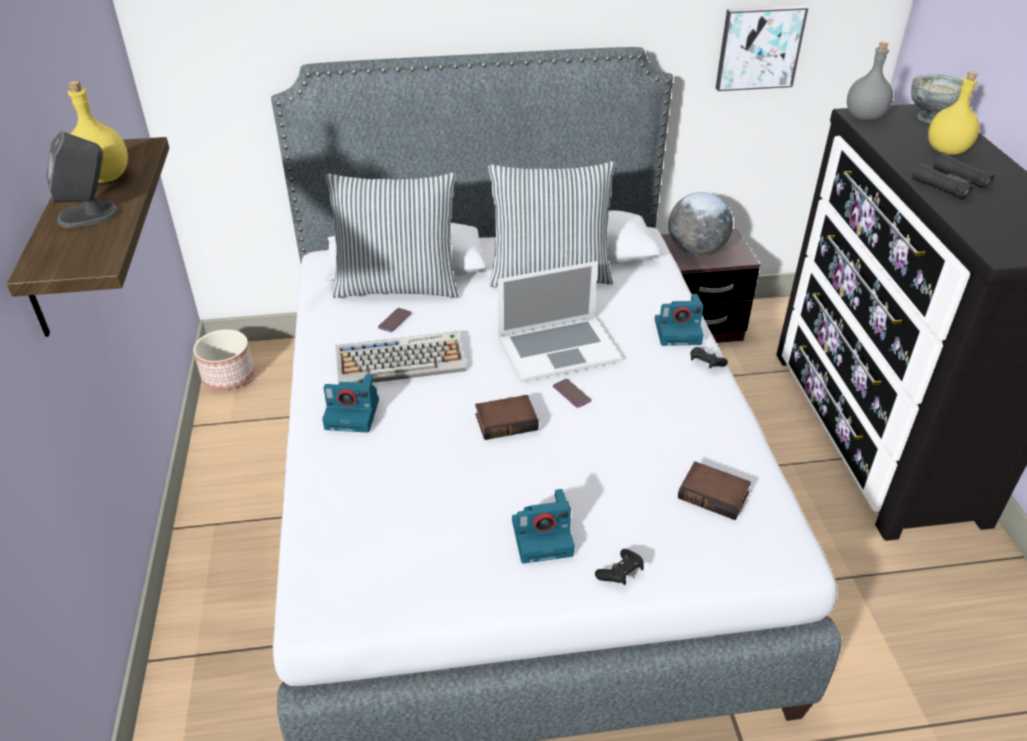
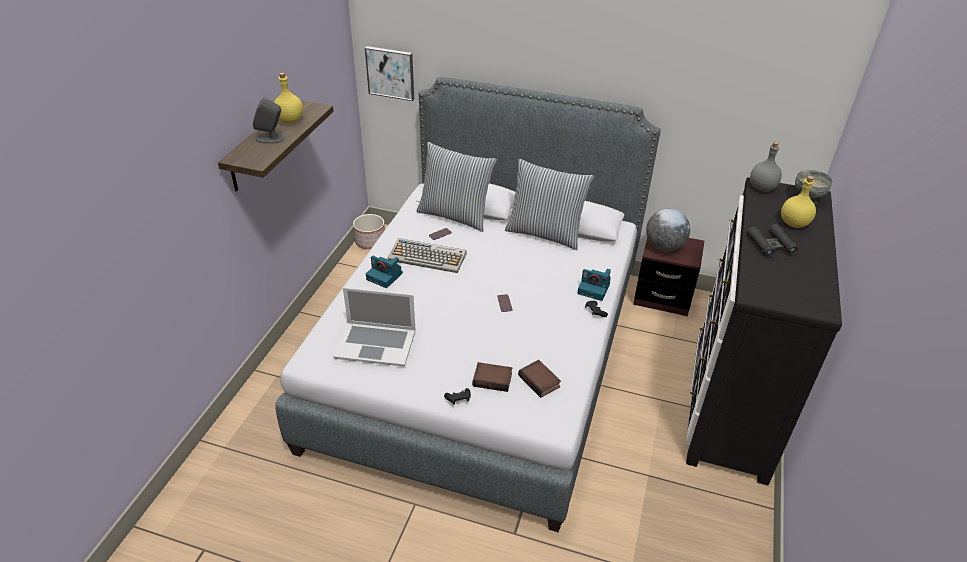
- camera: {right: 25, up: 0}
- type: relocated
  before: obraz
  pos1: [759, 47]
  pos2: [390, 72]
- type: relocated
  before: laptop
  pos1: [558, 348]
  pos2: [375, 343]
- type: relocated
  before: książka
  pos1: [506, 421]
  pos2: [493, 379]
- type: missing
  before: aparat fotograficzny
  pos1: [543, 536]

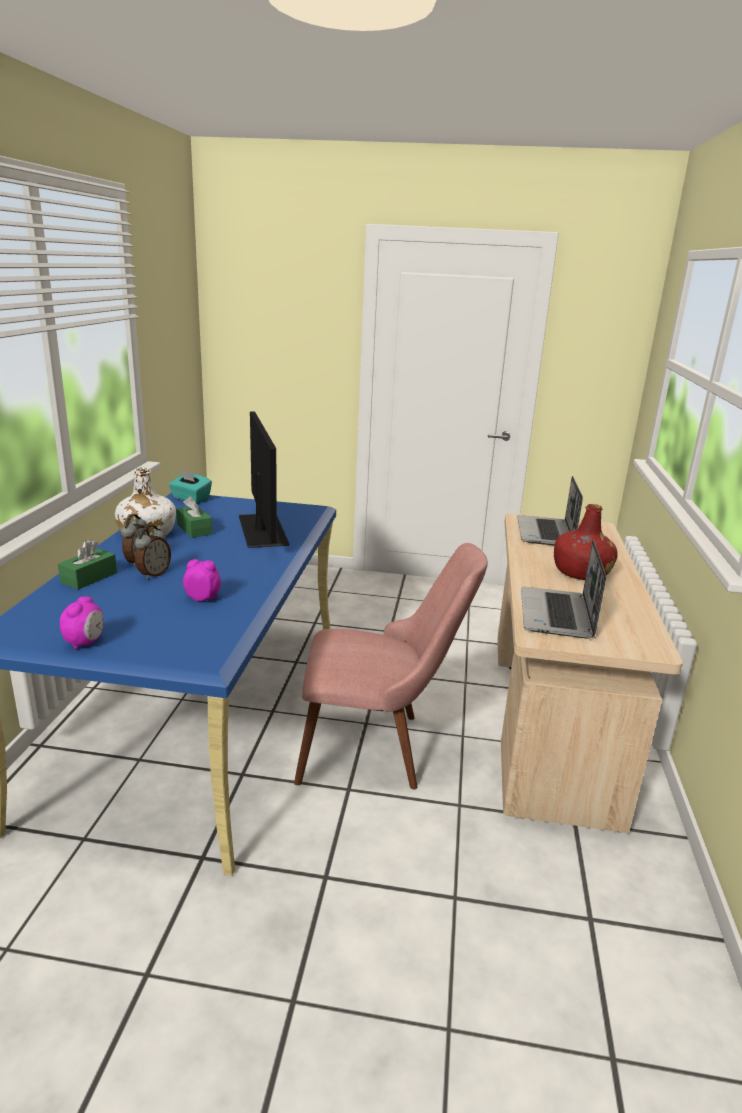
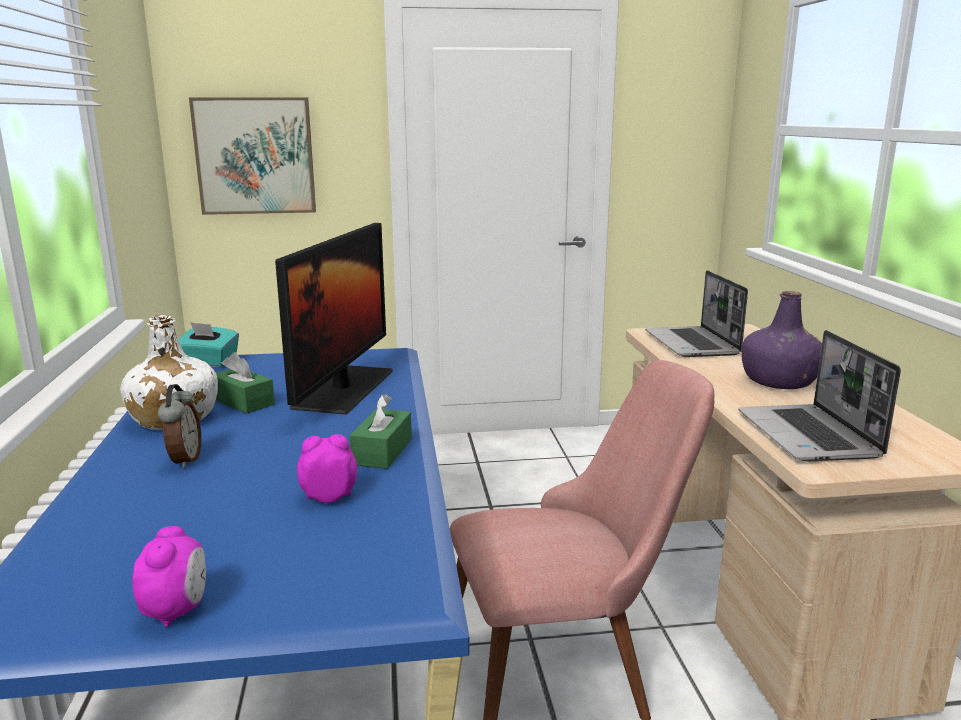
- camera: {right: -15, up: -5}
- type: spun
  before: monitor
  pos1: [263, 530]
  pos2: [344, 389]
  turn: 45
- type: colour
  before: butelka/czerwony
  after: butelka/fioletowy
  pos1: [581, 572]
  pos2: [779, 381]
- type: missing
  before: budzik
  pos1: [153, 574]
- type: relocated
  before: pudełko chusteczek/zielony
  pos1: [89, 578]
  pos2: [382, 451]
- type: appeared
  after: obraz
  pos2: [255, 156]

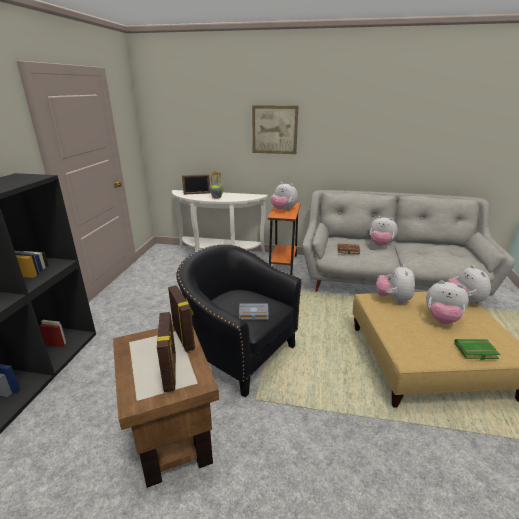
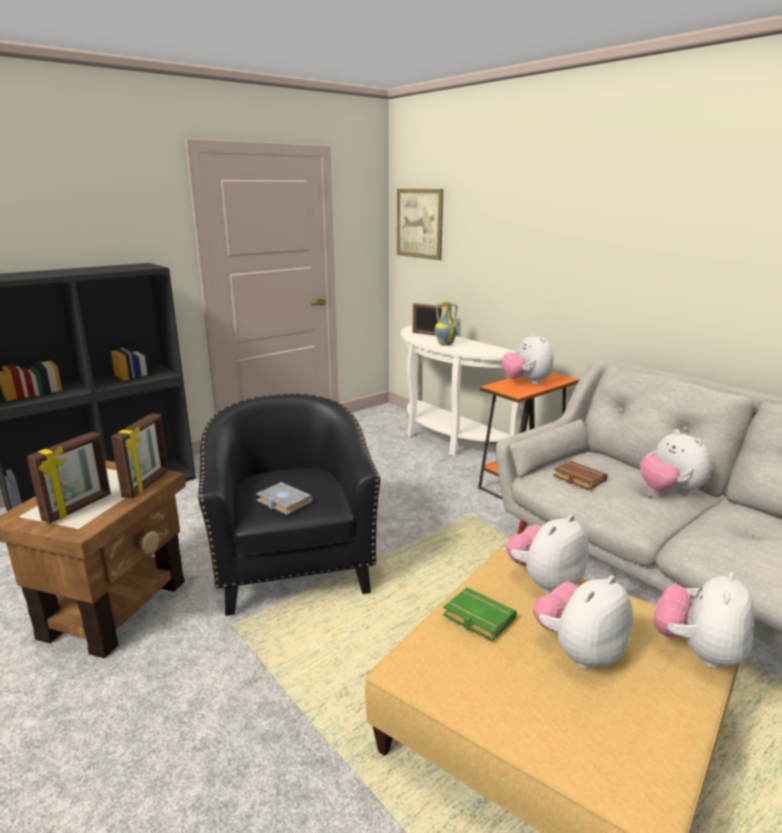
- camera: {right: 40, up: -5}
- type: relocated
  before: obraz
  pos1: [274, 130]
  pos2: [419, 223]
- type: spun
  before: pluszak
  pos1: [442, 319]
  pos2: [579, 651]
  turn: 75
- type: relocated
  before: książka/zielony
  pos1: [475, 352]
  pos2: [476, 618]

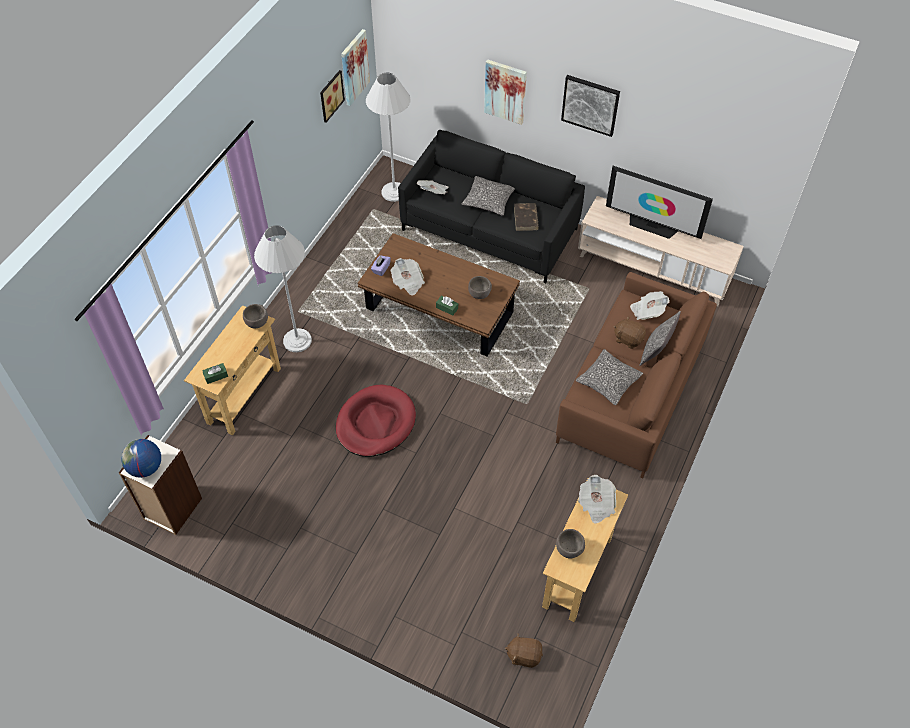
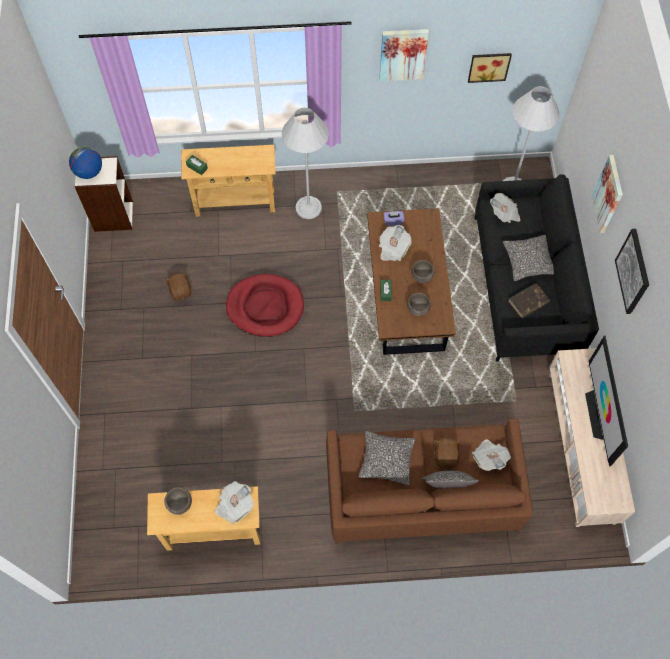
- camera: {right: 60, up: 10}
- type: relocated
  before: obraz
  pos1: [354, 67]
  pos2: [403, 54]
- type: relocated
  before: miska/brązowy
  pos1: [257, 323]
  pos2: [422, 276]
- type: relocated
  before: pluszak/brązowy
  pos1: [524, 655]
  pos2: [180, 290]

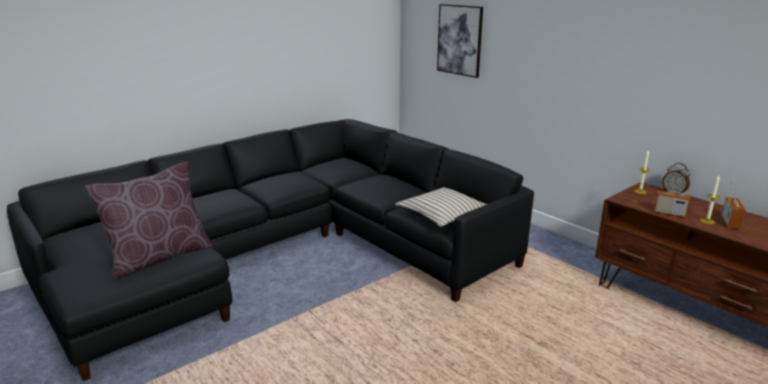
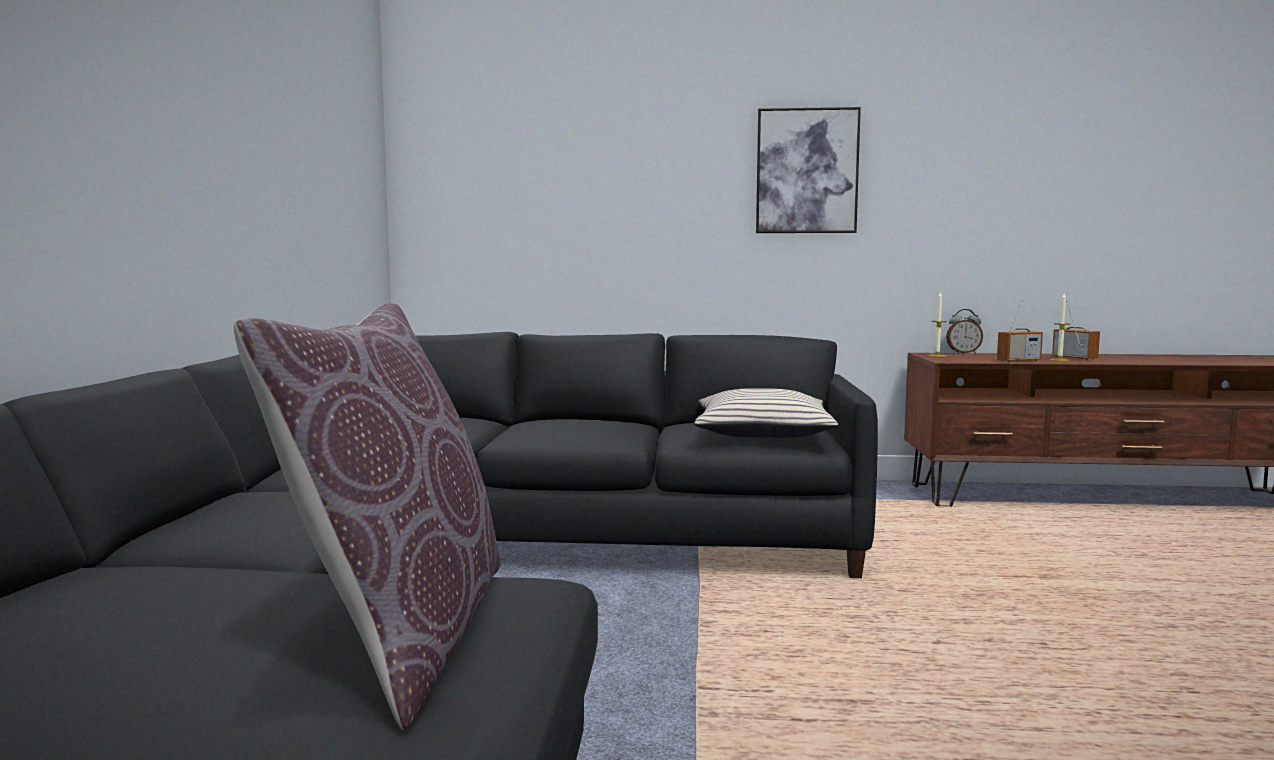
- camera: {right: -45, up: -15}
- type: relocated
  before: obraz
  pos1: [459, 40]
  pos2: [807, 171]

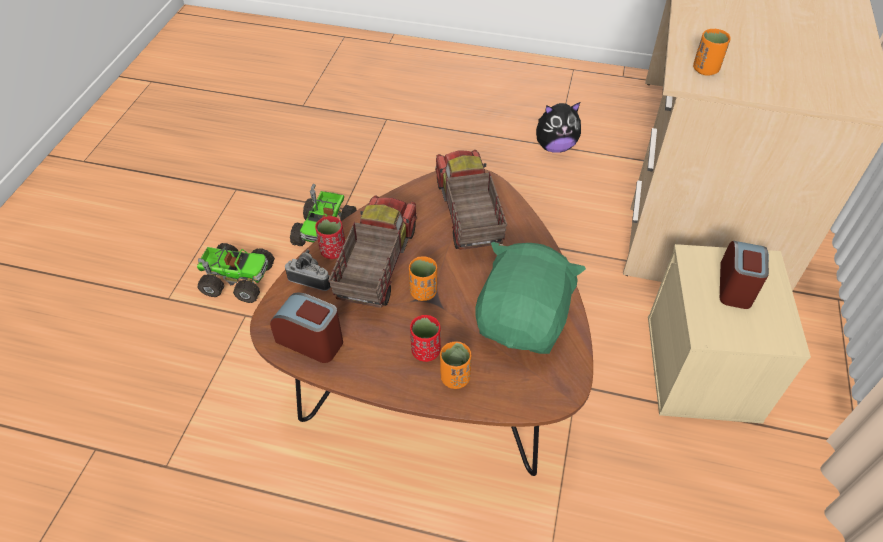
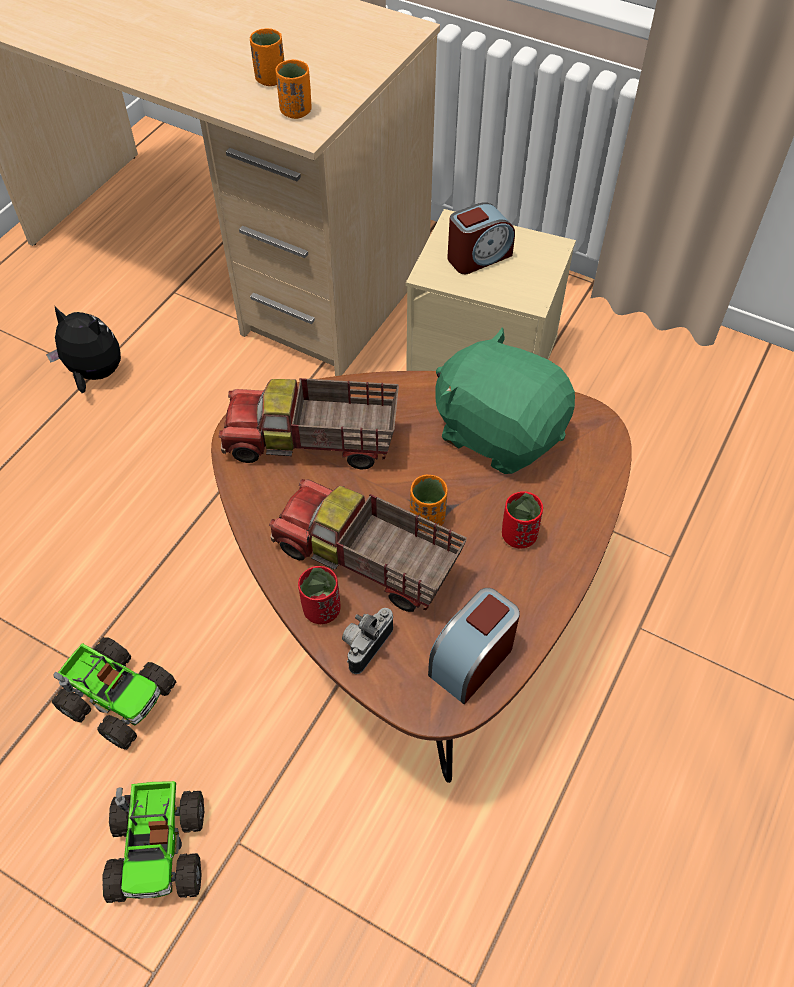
- camera: {right: -75, up: 5}
- type: spun
  before: pluszak
  pos1: [555, 146]
  pos2: [94, 374]
  turn: -75
- type: spun
  before: budzik
  pos1: [736, 286]
  pos2: [478, 257]
  turn: 120
- type: spun
  before: ciężarówka zabawkowa
  pos1: [238, 279]
  pos2: [159, 848]
  turn: 150
- type: relocated
  before: filiżanka/pomarańczowy
  pos1: [455, 377]
  pos2: [270, 79]

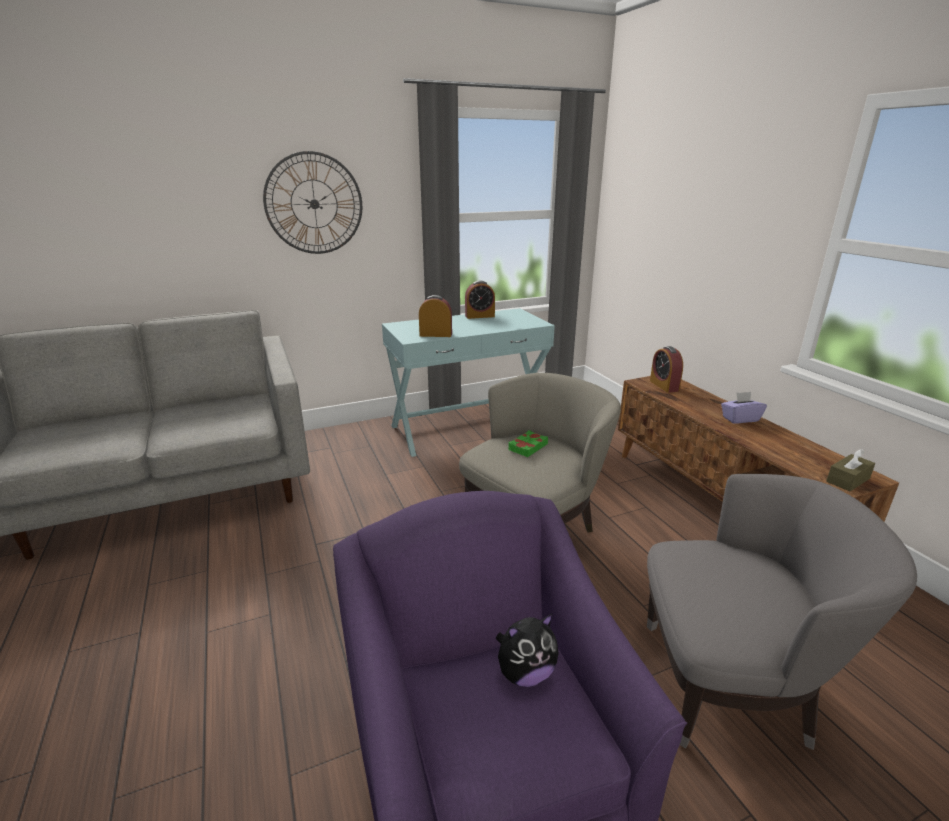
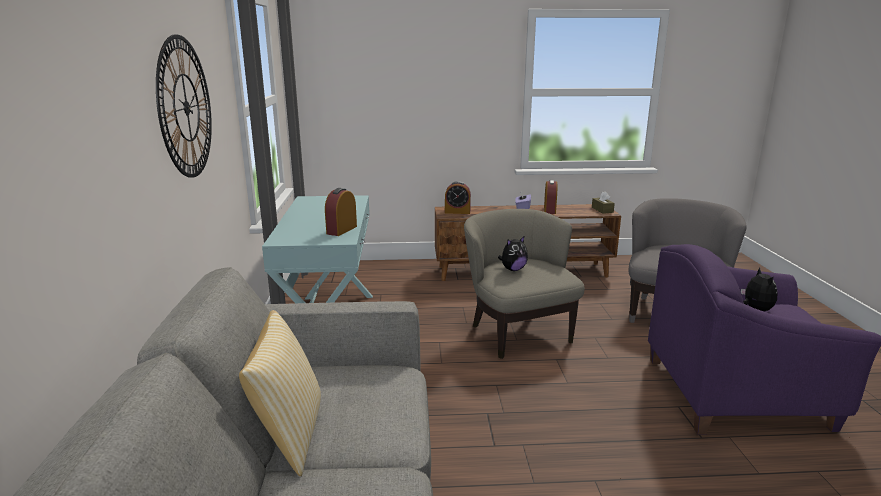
- camera: {right: -70, up: -5}
- type: relocated
  before: budzik
  pos1: [479, 316]
  pos2: [549, 210]
- type: exchanged
  before: książka/zielony
  after: pluszak
  pos1: [527, 447]
  pos2: [513, 269]
- type: appeared
  after: poduszka
  pos2: [289, 435]

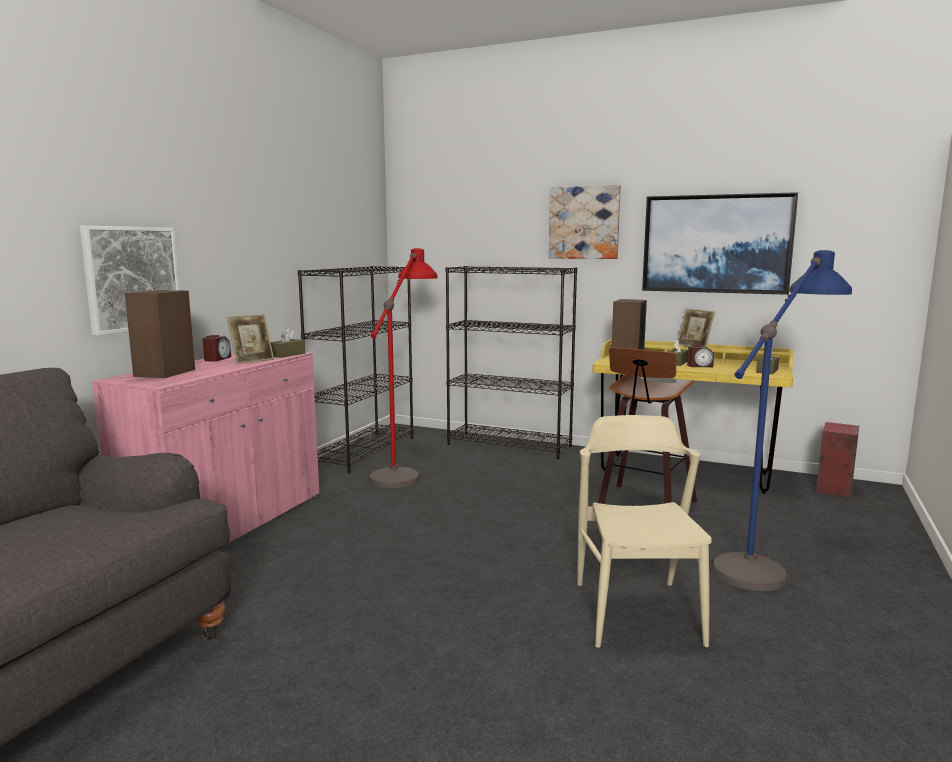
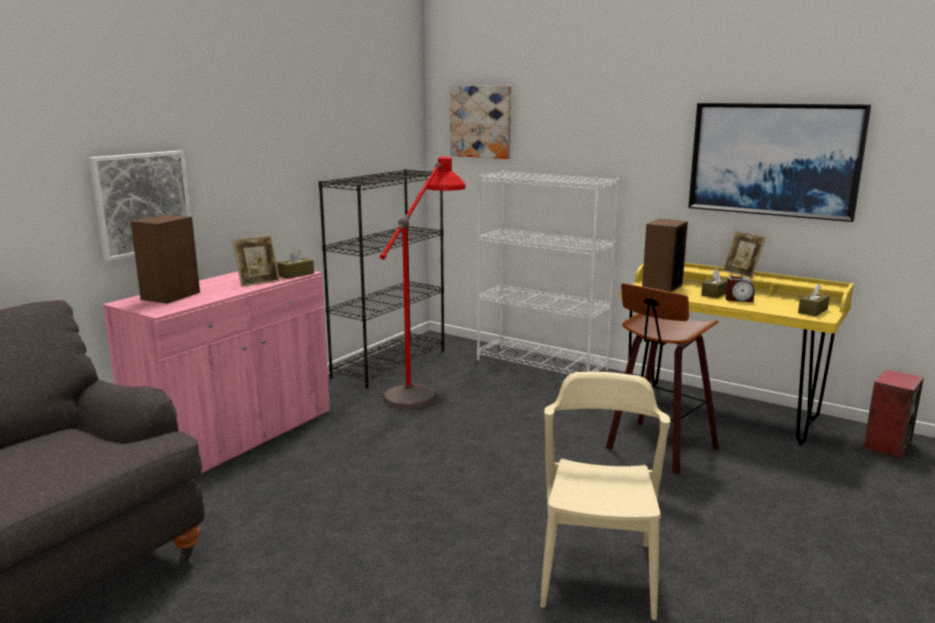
- camera: {right: 10, up: 5}
- type: relocated
  before: obraz
  pos1: [584, 223]
  pos2: [481, 122]
- type: missing
  before: lampa stojąca/niebieski
  pos1: [769, 557]
- type: colour
  before: regał/czarny
  after: regał/biały
  pos1: [510, 445]
  pos2: [542, 365]
- type: missing
  before: budzik
  pos1: [217, 359]

